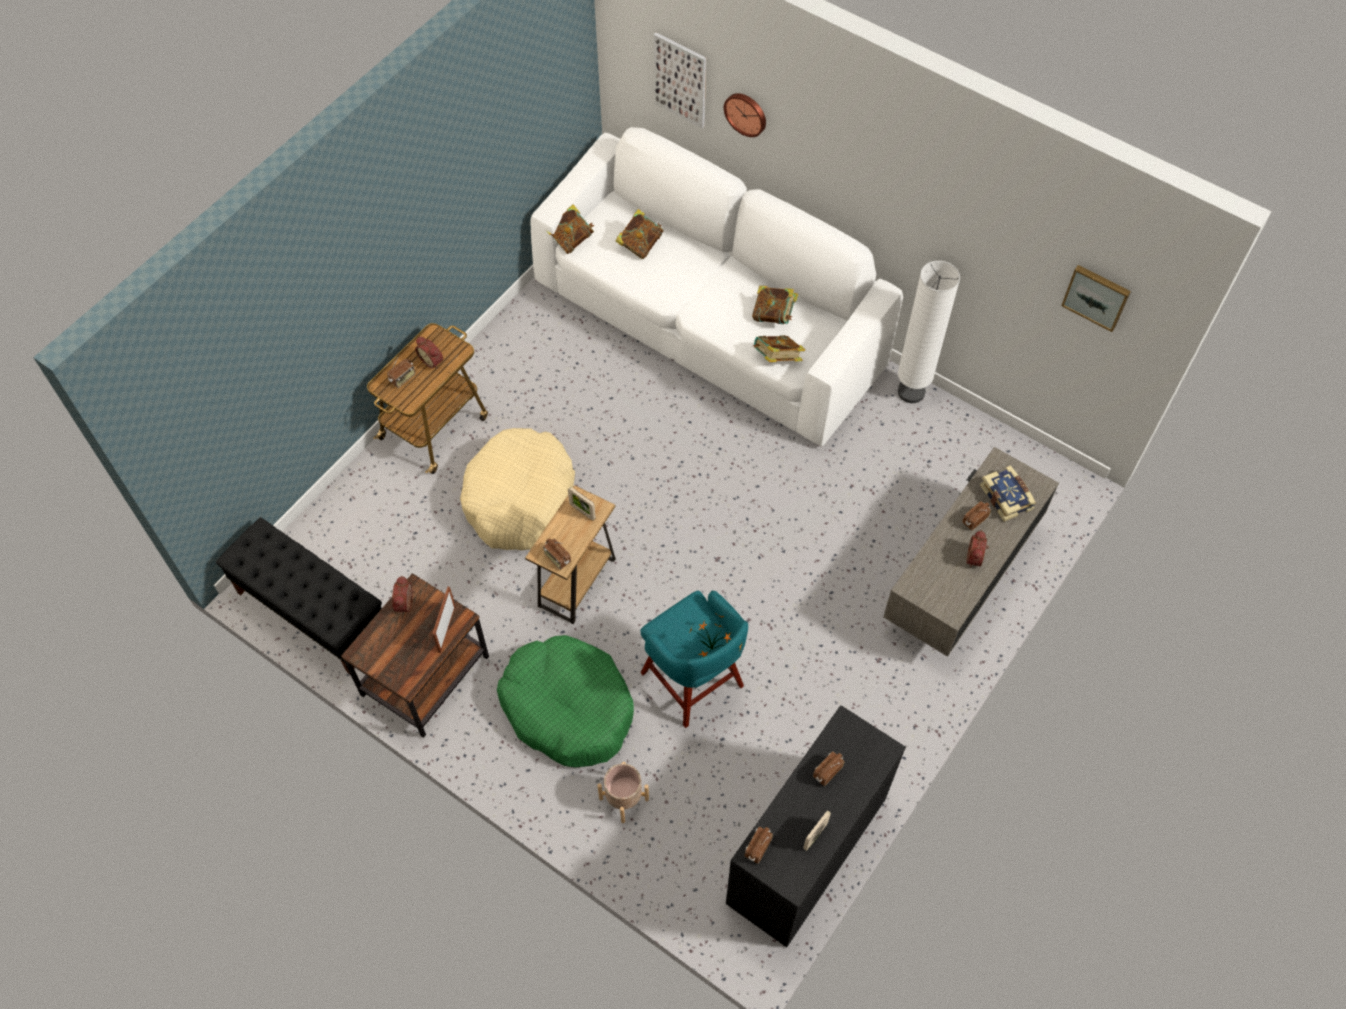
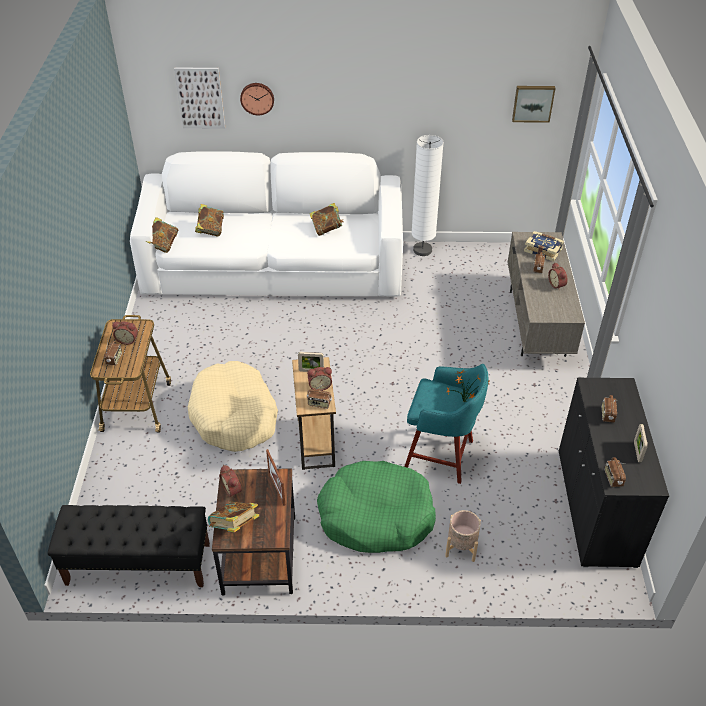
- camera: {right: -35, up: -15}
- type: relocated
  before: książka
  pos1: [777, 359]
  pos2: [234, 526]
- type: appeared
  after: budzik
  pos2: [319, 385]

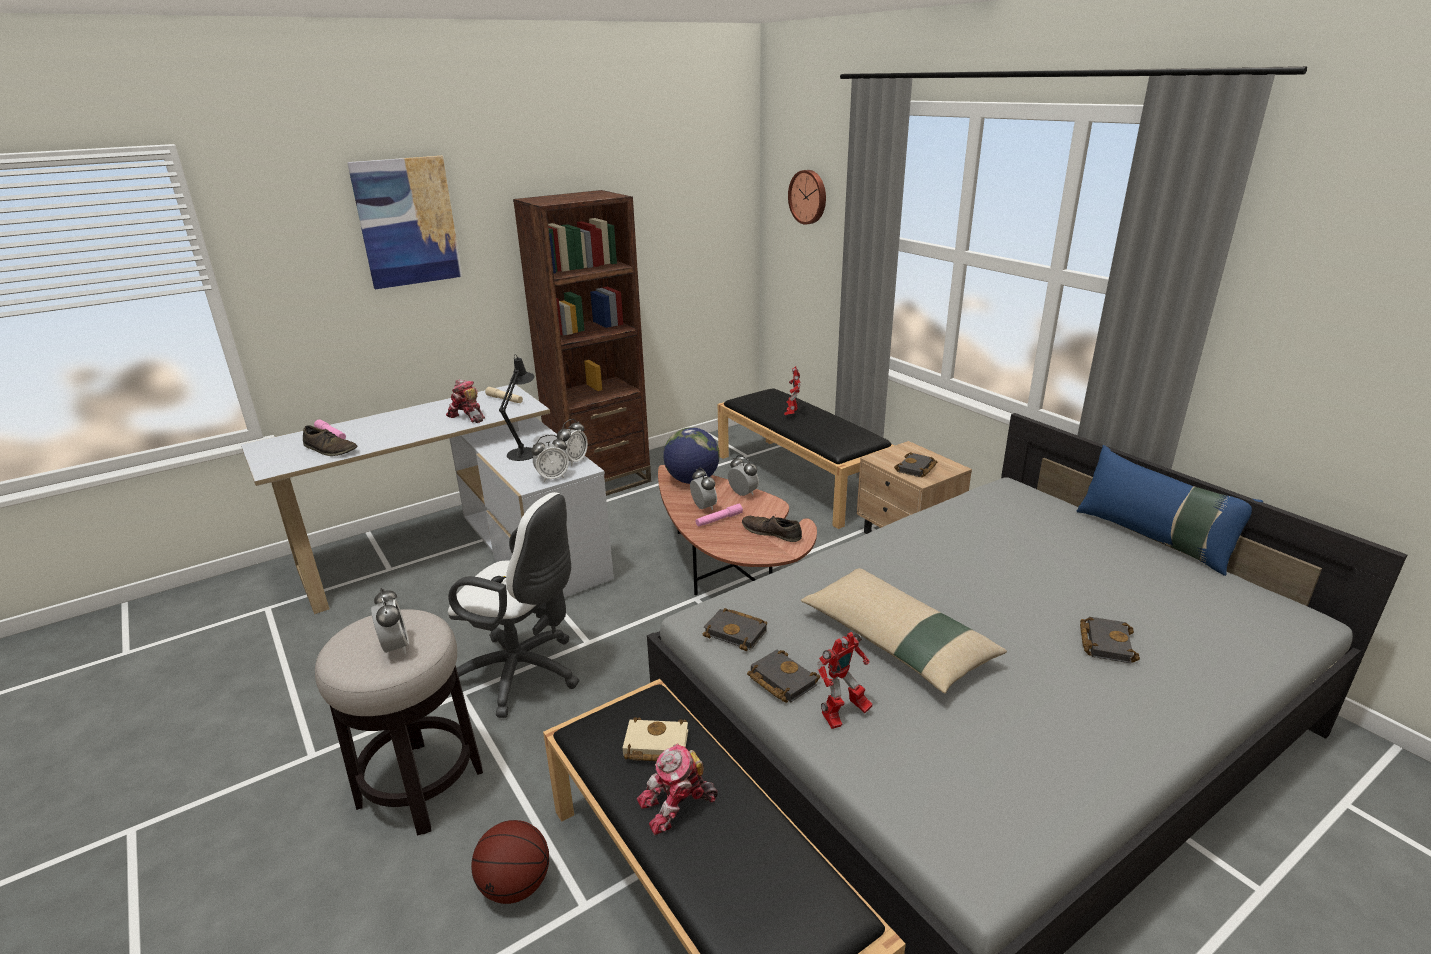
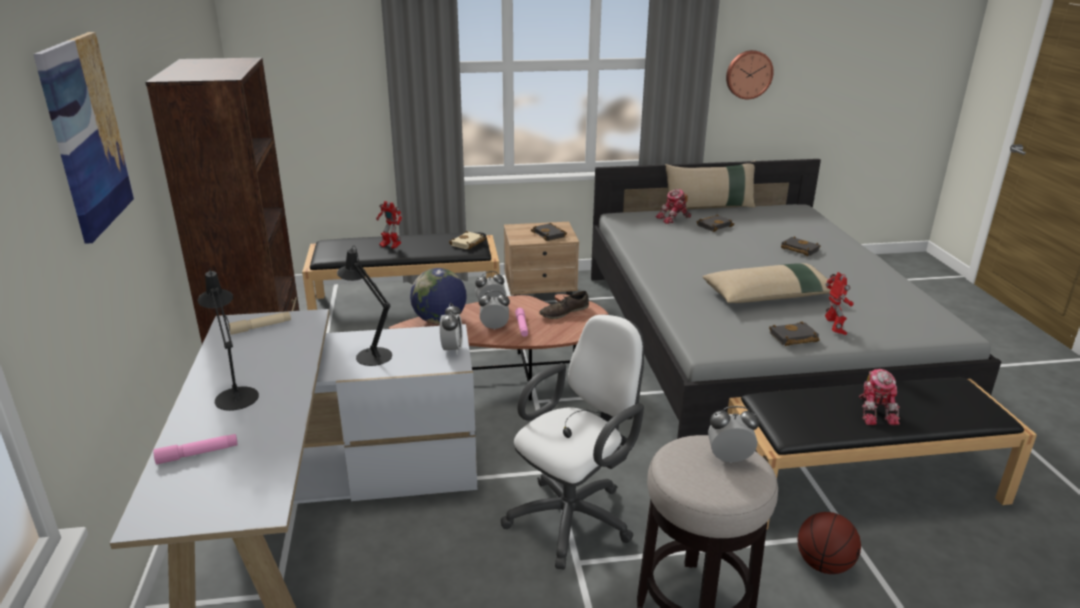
- camera: {right: -65, up: 0}
- type: relocated
  before: zegar ścienny
  pos1: [809, 197]
  pos2: [748, 74]
- type: relocated
  before: robot zabawkowy
  pos1: [467, 416]
  pos2: [674, 218]
- type: missing
  before: budzik
  pos1: [573, 461]
- type: missing
  before: but/brązowy
  pos1: [330, 449]
- type: colour
  before: poduszka/niebieski
  after: poduszka/beżowy
  pos1: [1153, 538]
  pos2: [709, 207]
- type: relocated
  before: książka/czarny
  pos1: [737, 632]
  pos2: [714, 225]
- type: relocated
  before: książka/beżowy
  pos1: [654, 746]
  pos2: [468, 244]
- type: appeared
  after: lampa stołowa/czarny
  pos2: [235, 395]

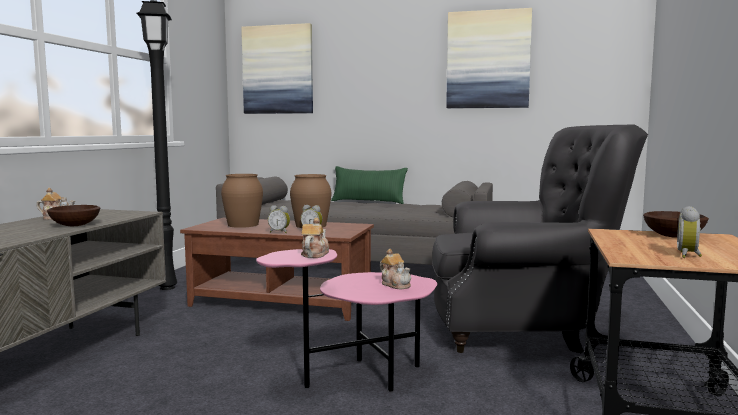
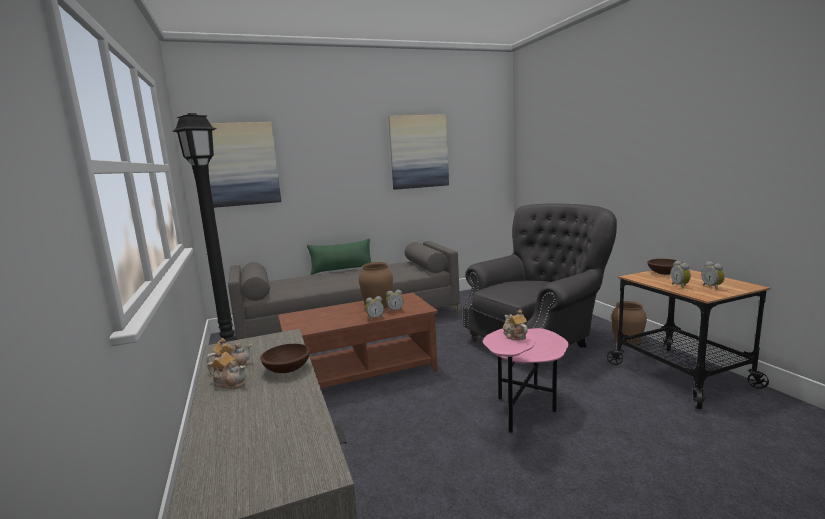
- camera: {right: -35, up: 5}
- type: relocated
  before: wazon/brązowy
  pos1: [243, 225]
  pos2: [627, 341]
- type: relocated
  before: imbryk
  pos1: [395, 284]
  pos2: [230, 382]
- type: appeared
  after: budzik
  pos2: [680, 286]

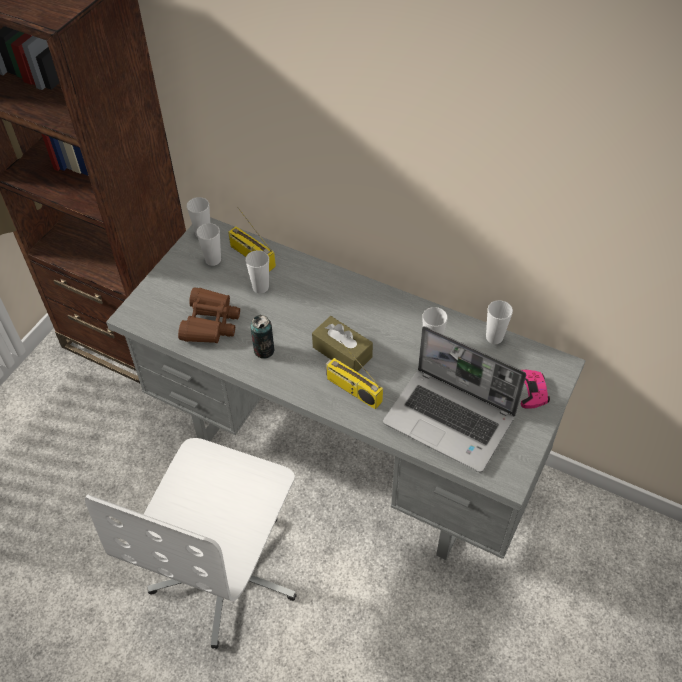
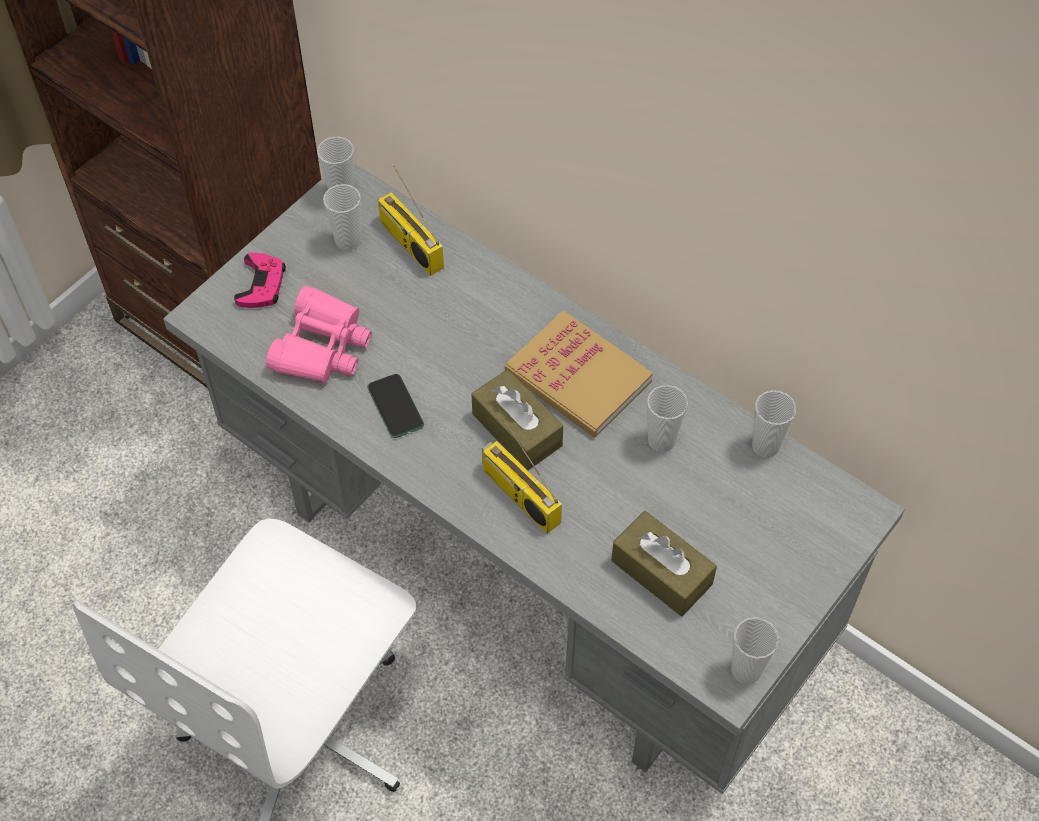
- camera: {right: 10, up: 5}
- type: relocated
  before: filiżanka
  pos1: [260, 287]
  pos2: [746, 670]
- type: colour
  before: lornetka/brązowy
  after: lornetka/różowy
  pos1: [210, 323]
  pos2: [322, 347]
- type: exchanged
  before: puszka
  after: telefon
  pos1: [264, 350]
  pos2: [395, 407]
- type: exchanged
  before: laptop
  after: pudełko chusteczek/brązowy
  pos1: [451, 420]
  pos2: [661, 572]
- type: relocated
  before: pad do gier/różowy
  pos1: [531, 391]
  pos2: [261, 284]
- type: appeared
  after: książka
  pos2: [578, 377]

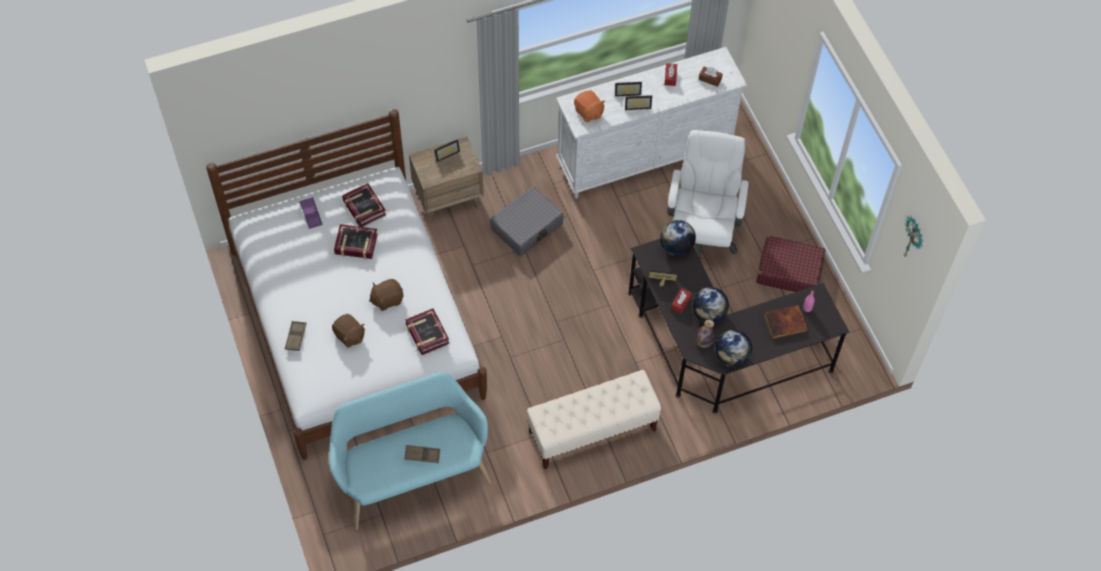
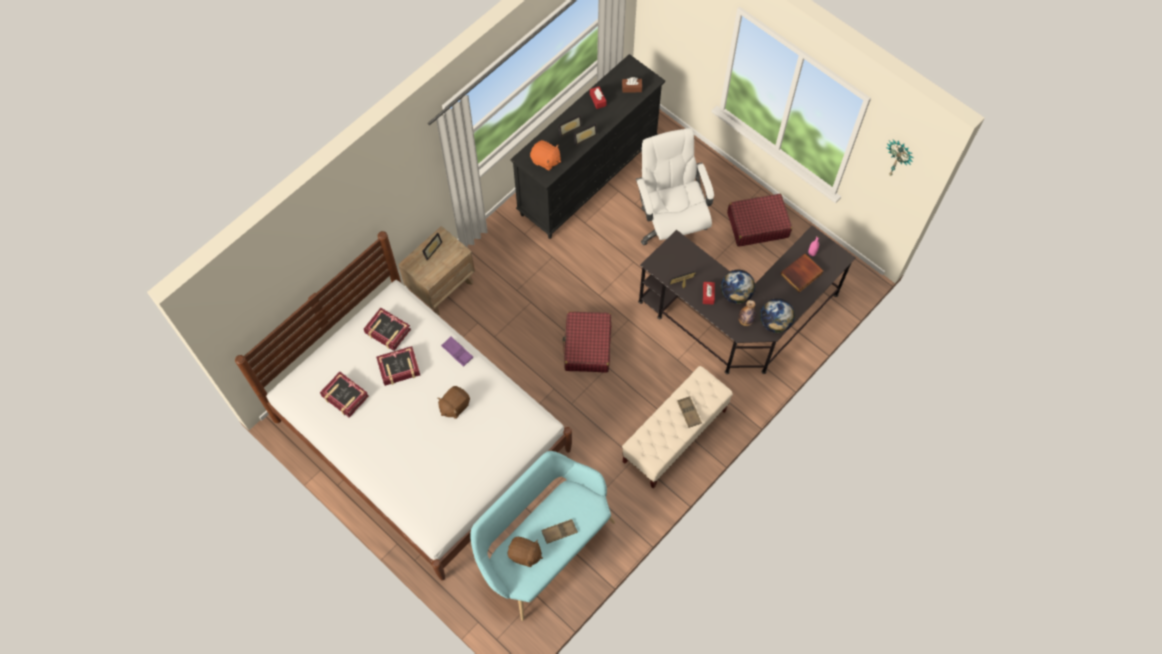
- camera: {right: -25, up: 5}
- type: colour
  before: komoda/biały
  after: komoda/czarny
  pos1: [645, 157]
  pos2: [588, 177]
- type: missing
  before: walizka/szary
  pos1: [527, 227]
- type: relocated
  before: taca/fioletowy
  pos1: [311, 214]
  pos2: [457, 352]
- type: missing
  before: globus
  pos1: [676, 247]
- type: relocated
  before: książka
  pos1: [427, 334]
  pos2: [345, 396]
- type: relocated
  before: pluszak/brązowy
  pos1: [349, 336]
  pos2: [525, 554]
- type: relocated
  before: taca/brązowy
  pos1: [296, 337]
  pos2: [689, 413]
- type: appeared
  after: walizka/czerwony
  pos2: [587, 346]

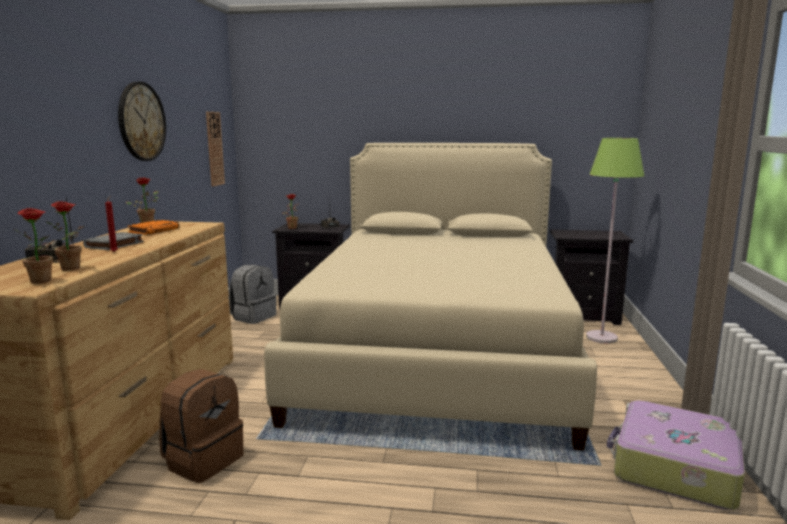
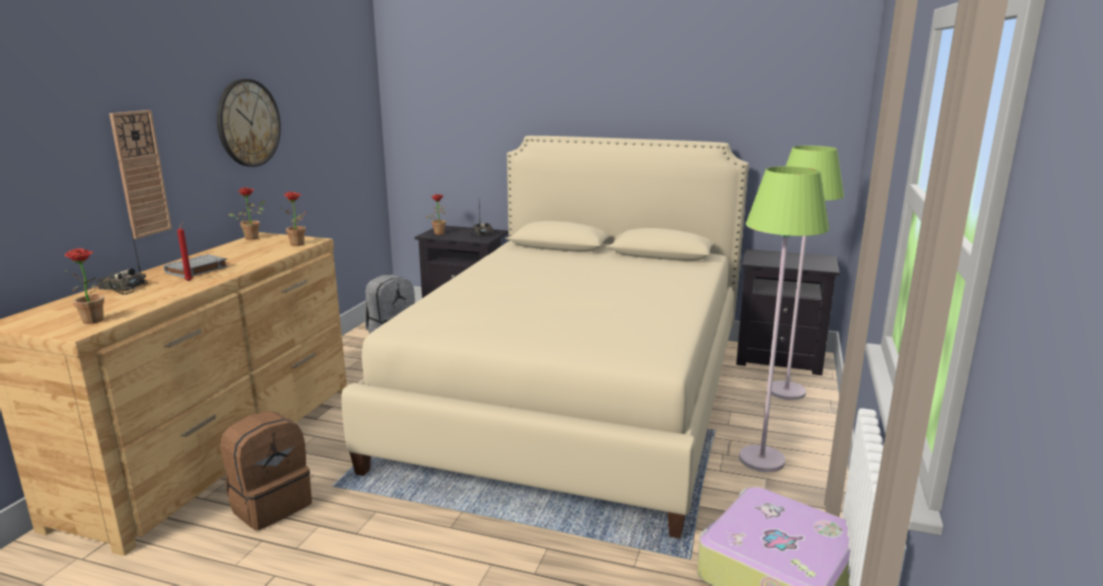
- camera: {right: 10, up: 5}
- type: relocated
  before: zegar ścienny
  pos1: [214, 149]
  pos2: [140, 174]
- type: relocated
  before: roślina doniczkowa
  pos1: [74, 268]
  pos2: [300, 244]
- type: missing
  before: książka/pomarańczowy
  pos1: [154, 230]
- type: appeared
  after: lampa stojąca/zielony
  pos2: [762, 459]

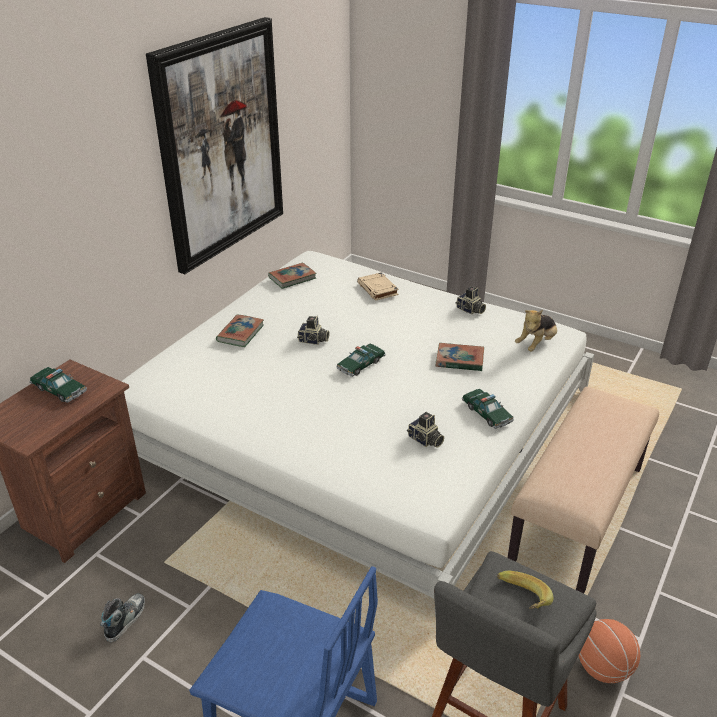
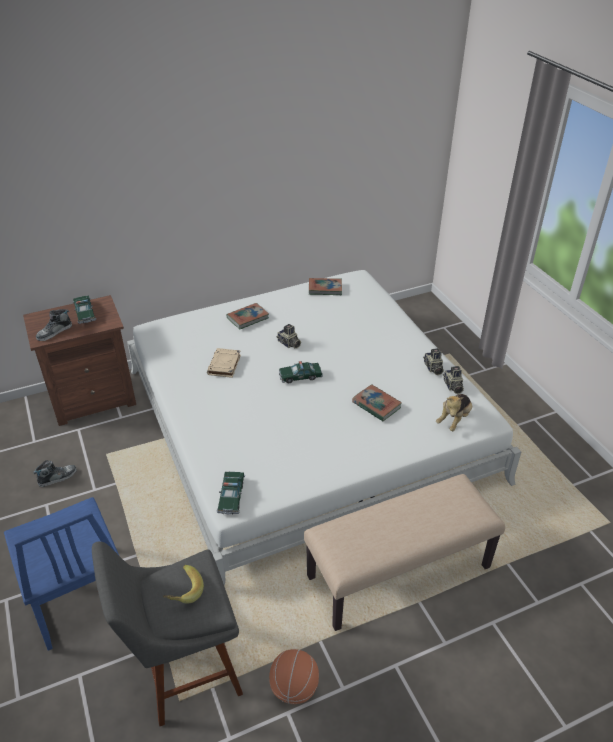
- camera: {right: 35, up: 5}
- type: missing
  before: obraz
  pos1: [221, 145]
- type: relocated
  before: książka/beżowy
  pos1: [378, 289]
  pos2: [224, 365]
- type: spun
  before: pluszak
  pos1: [536, 344]
  pos2: [454, 419]
  turn: -45
- type: relocated
  before: samochodzik
  pos1: [486, 413]
  pos2: [231, 496]
- type: relocated
  before: aparat fotograficzny
  pos1: [425, 440]
  pos2: [452, 386]
- type: appeared
  after: but
  pos2: [54, 332]

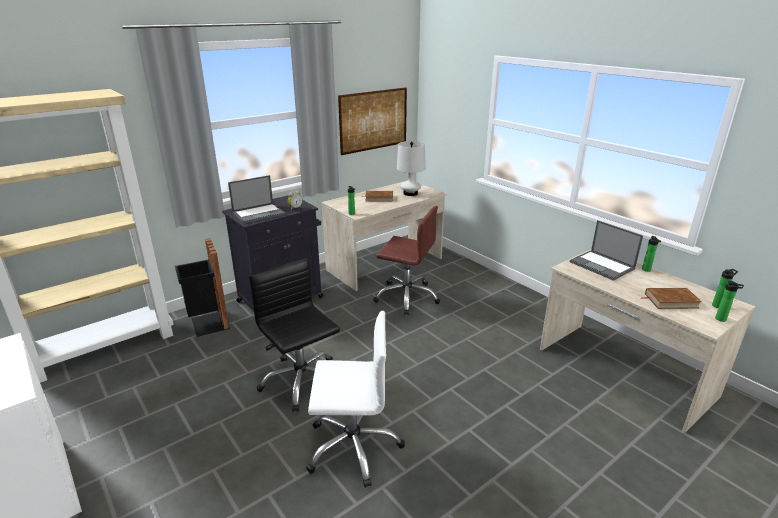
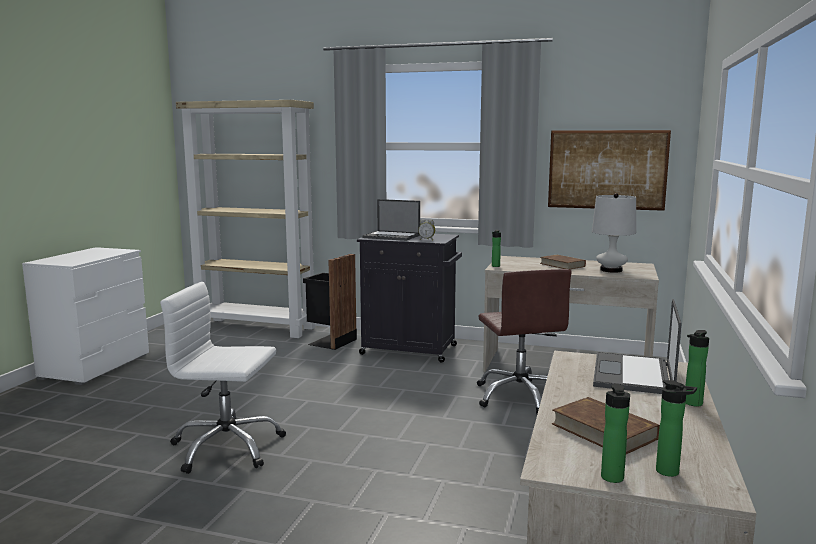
- camera: {right: 55, up: -15}
- type: missing
  before: krzesło biurowe/czarny
  pos1: [301, 381]
- type: spun
  before: krzesło biurowe/biały
  pos1: [353, 446]
  pos2: [226, 447]
  turn: 135

